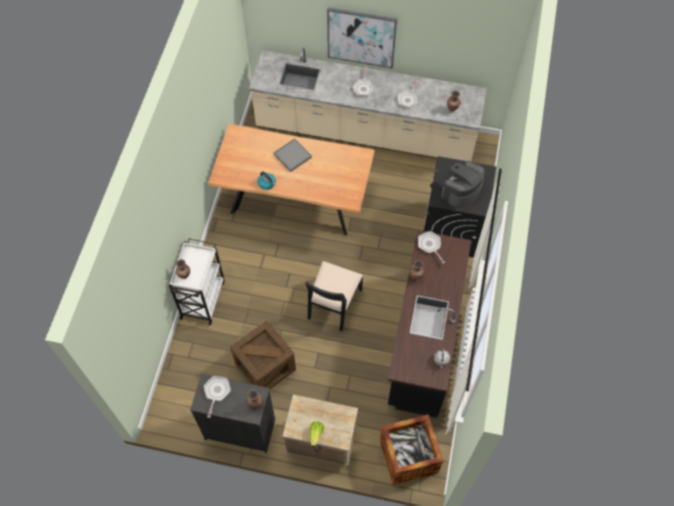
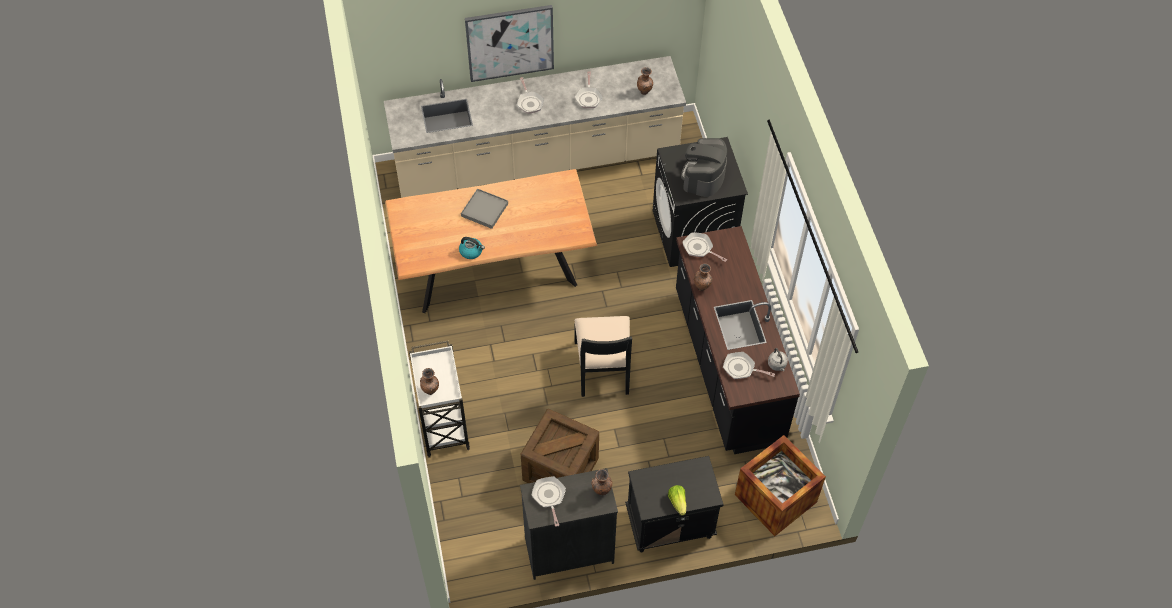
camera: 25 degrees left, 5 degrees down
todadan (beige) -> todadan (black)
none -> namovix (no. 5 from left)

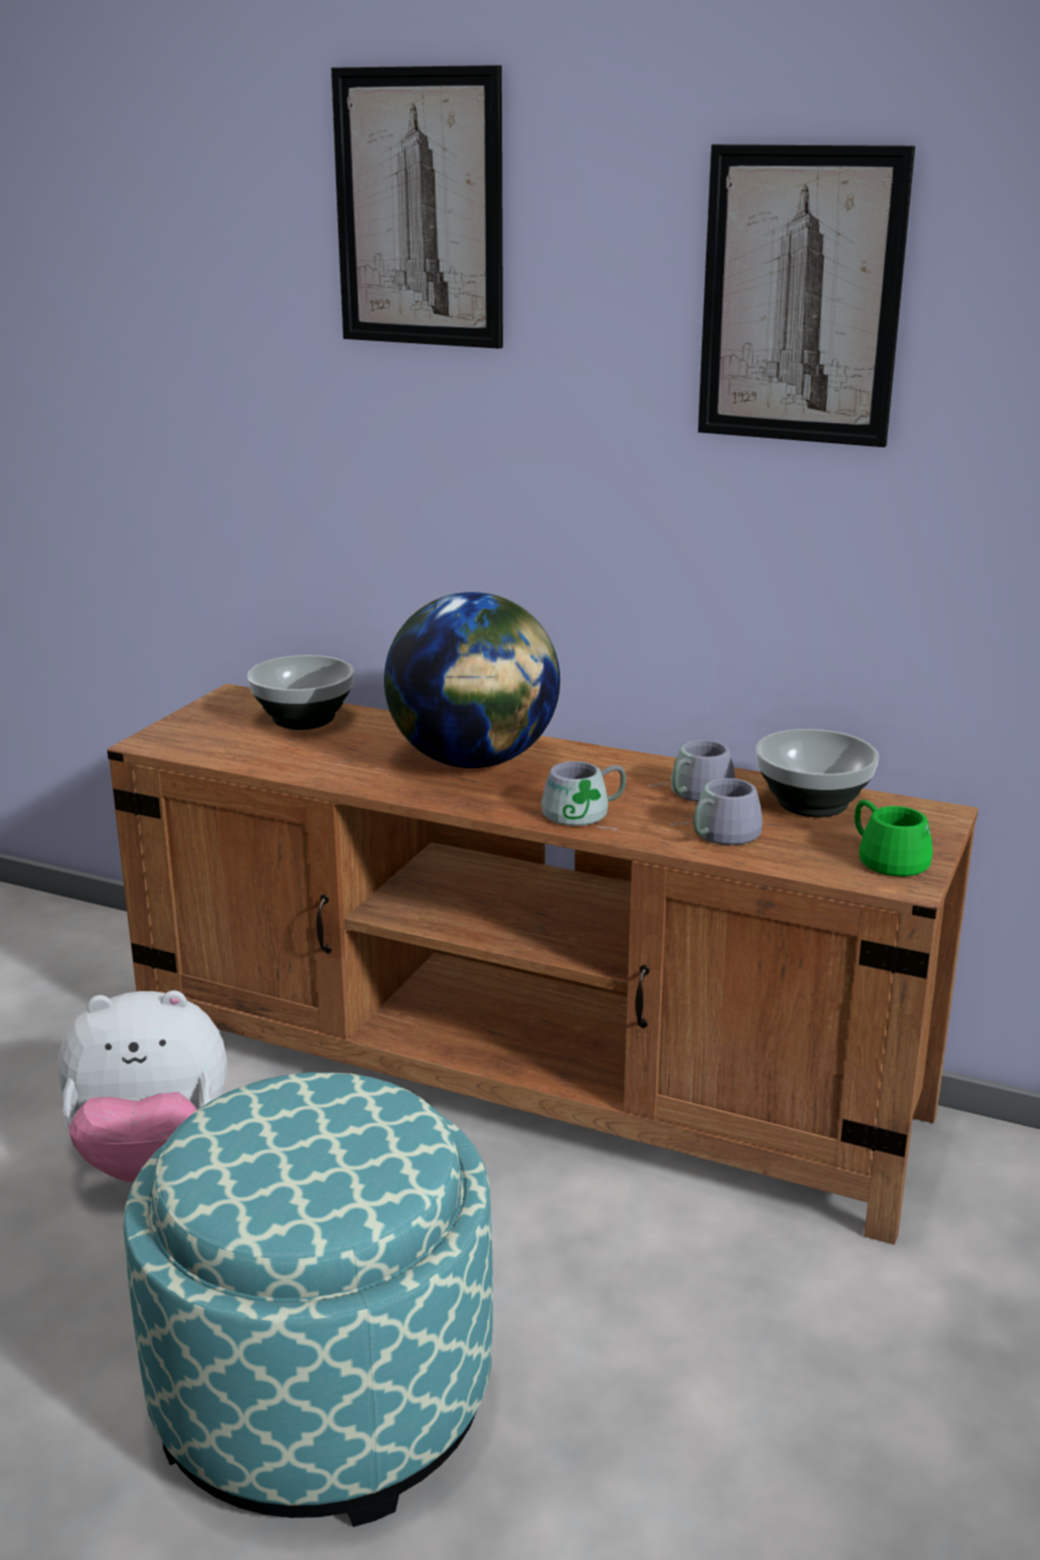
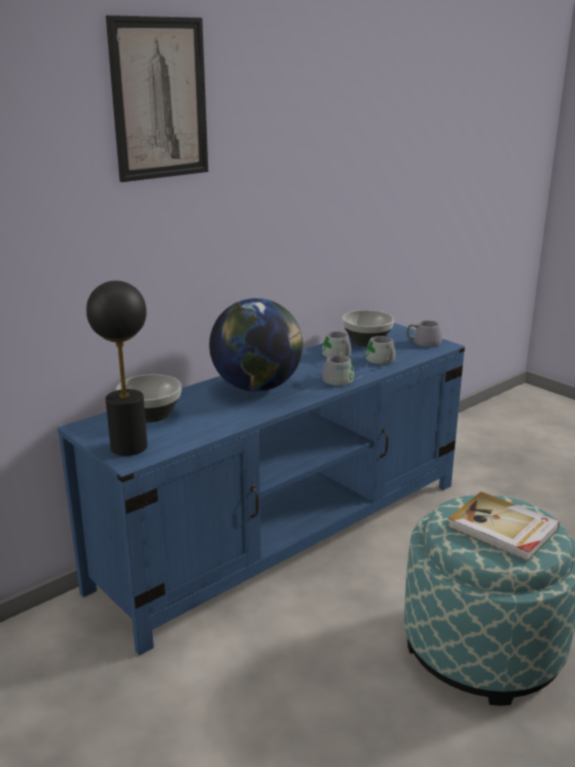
camera: 65 degrees left, 0 degrees up
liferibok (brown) -> liferibok (blue)
none -> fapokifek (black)
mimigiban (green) -> mimigiban (grey) (no. 4 from left)
none -> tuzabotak
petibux -> none
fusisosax (no. 2 from left) -> none

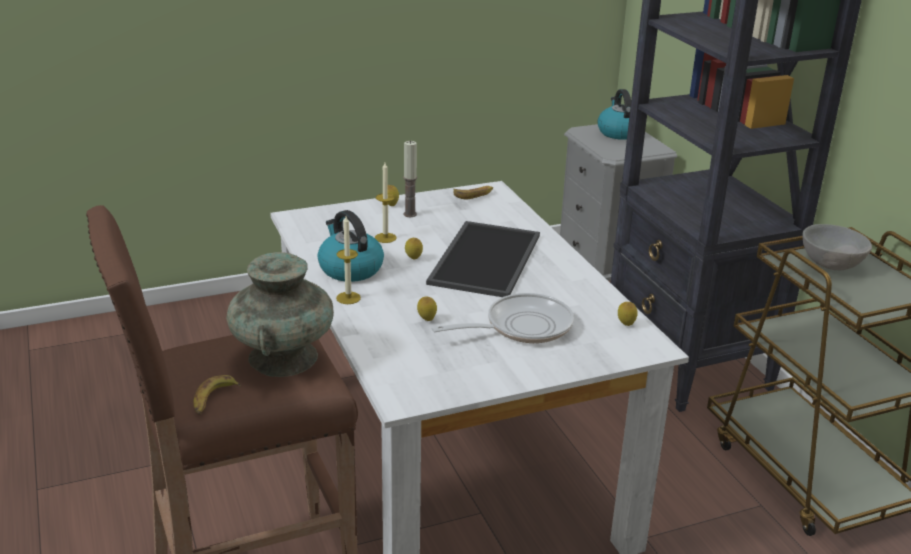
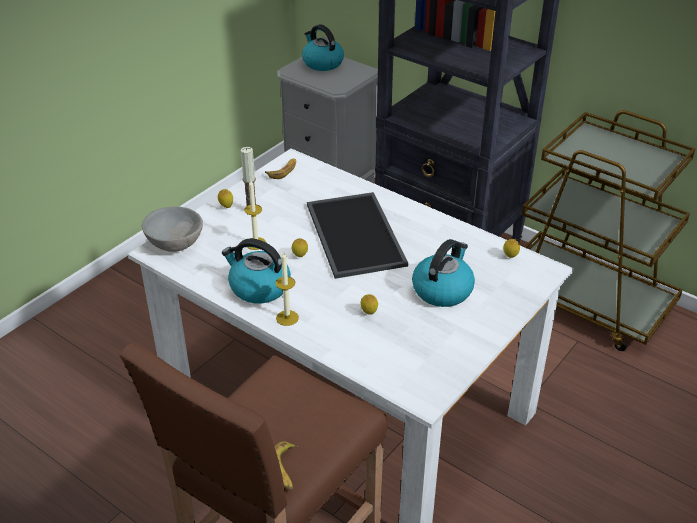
camera: 30 degrees left, 10 degrees up
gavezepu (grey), shifted
namovix -> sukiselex (no. 3 from left)
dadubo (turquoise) -> none

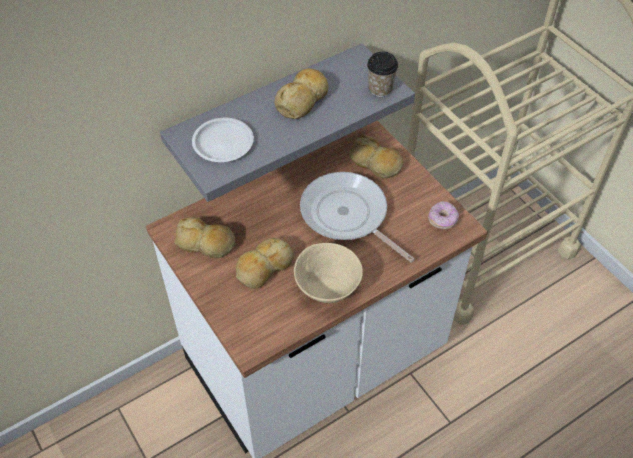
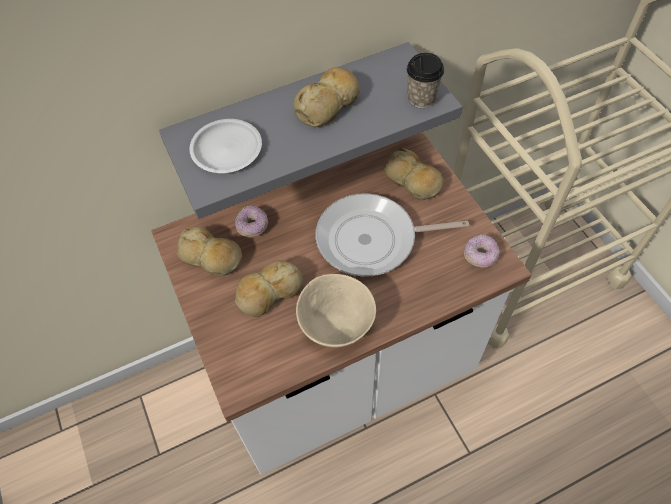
camera: 10 degrees right, 5 degrees up
none -> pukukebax (no. 1 from left)
namovix, 60 degrees counterclockwise

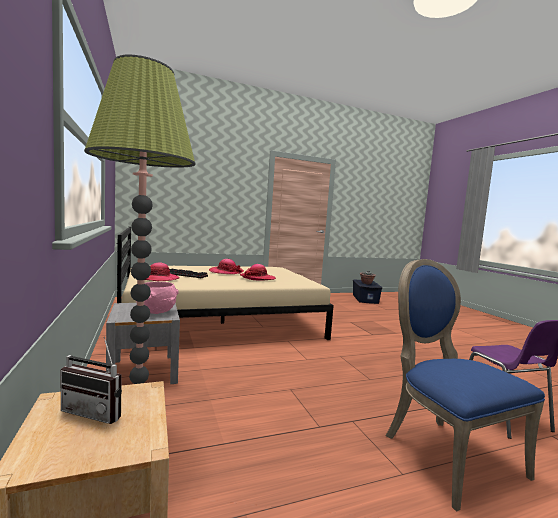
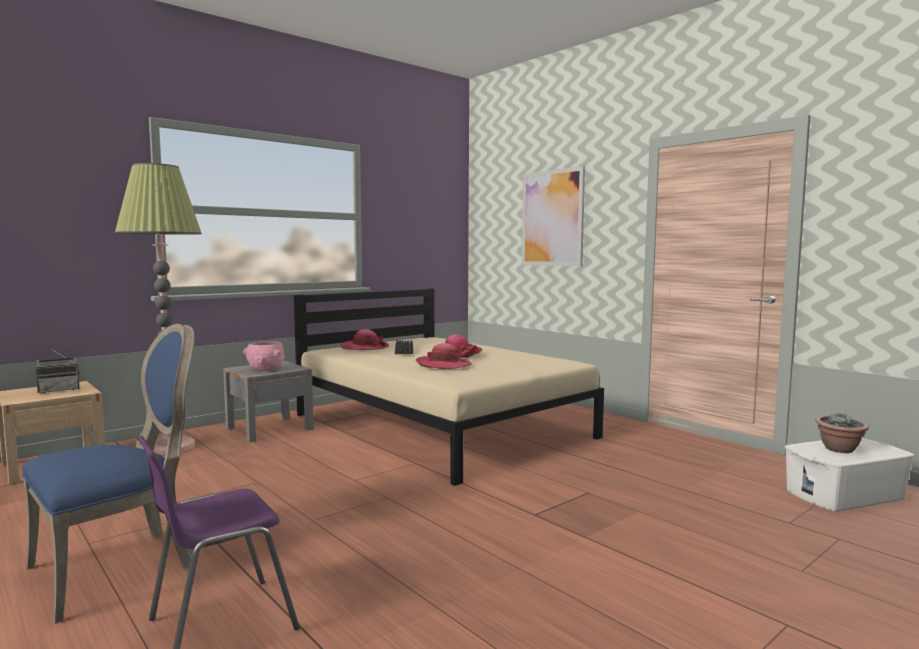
camera: 70 degrees right, 0 degrees up
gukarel, 120 degrees counterclockwise
none -> fusisosax
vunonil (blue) -> vunonil (white)

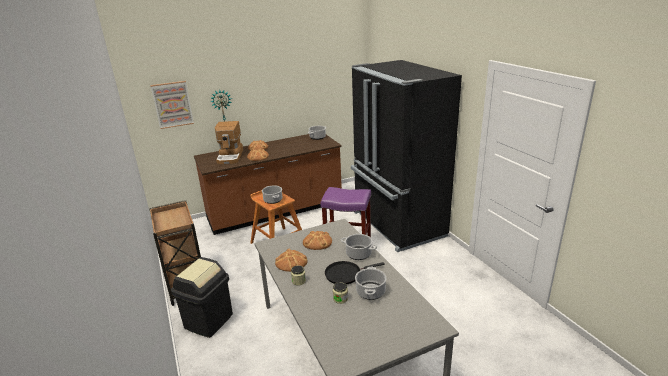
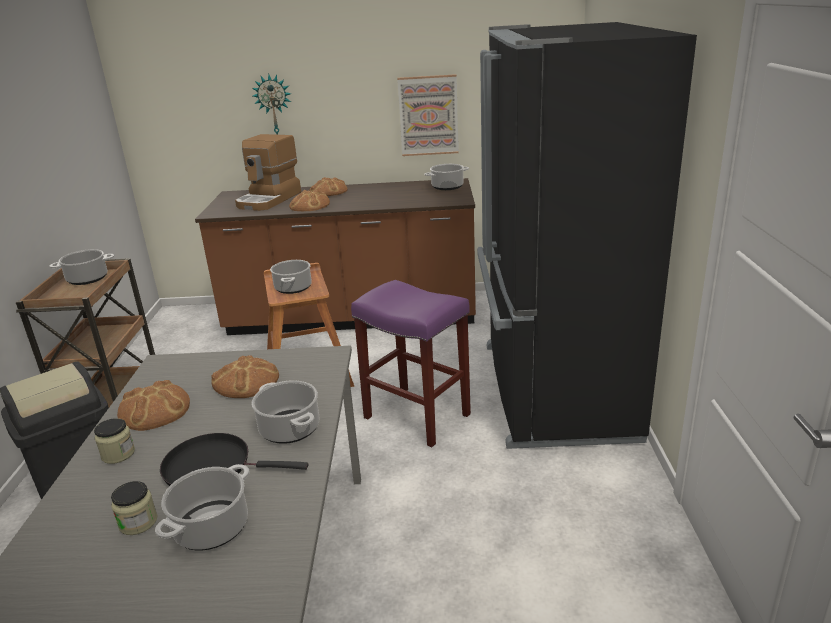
camera: 25 degrees right, 0 degrees up
none -> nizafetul (no. 1 from left)
fusisosax, shifted

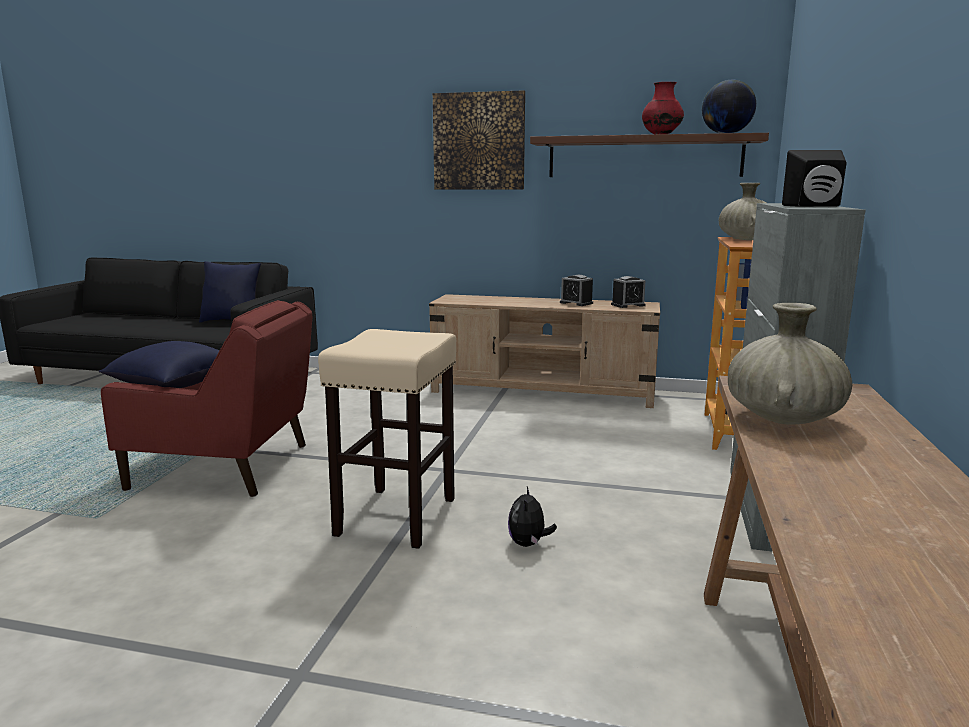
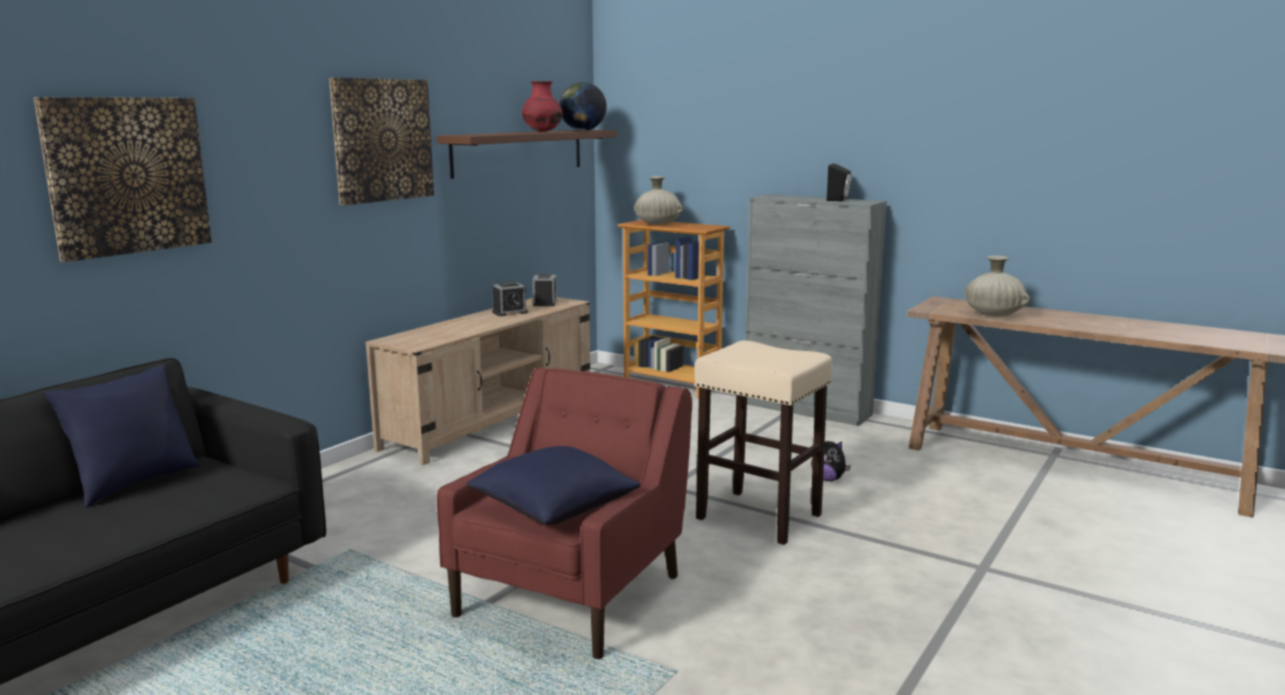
camera: 70 degrees left, 0 degrees up
none -> fusisosax (no. 1 from left)

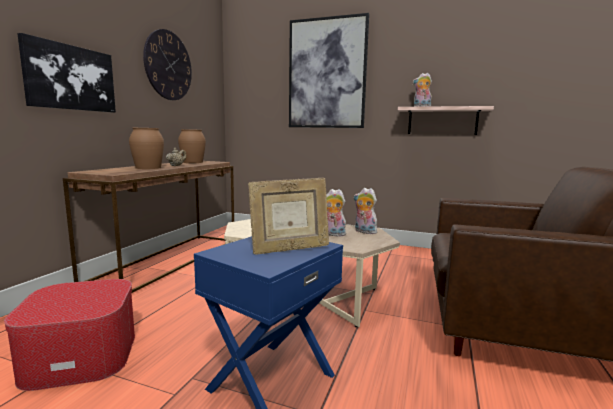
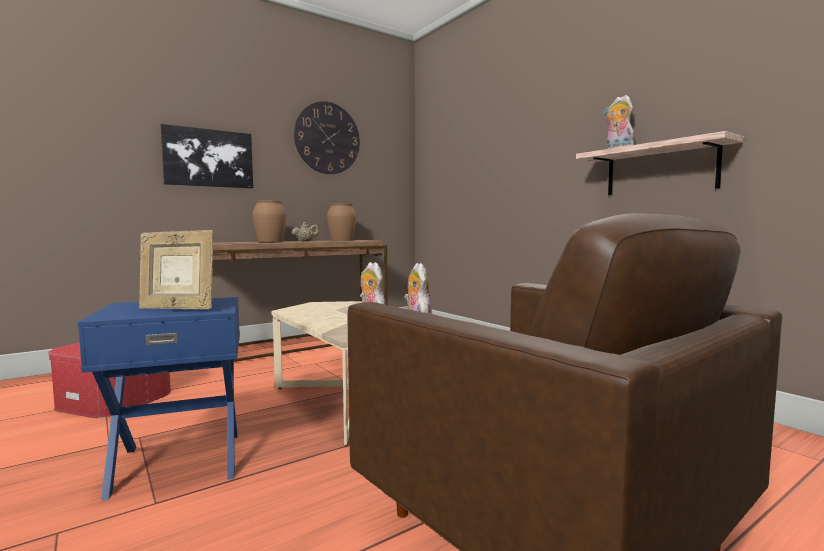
camera: 35 degrees right, 5 degrees down
fusisosax (no. 2 from left) -> none

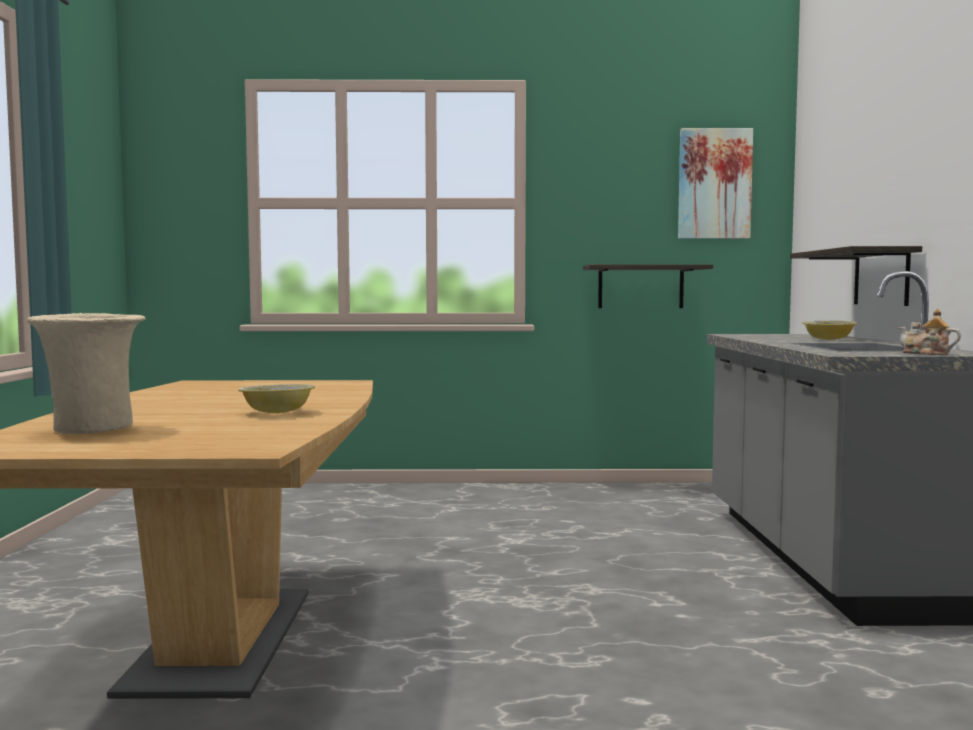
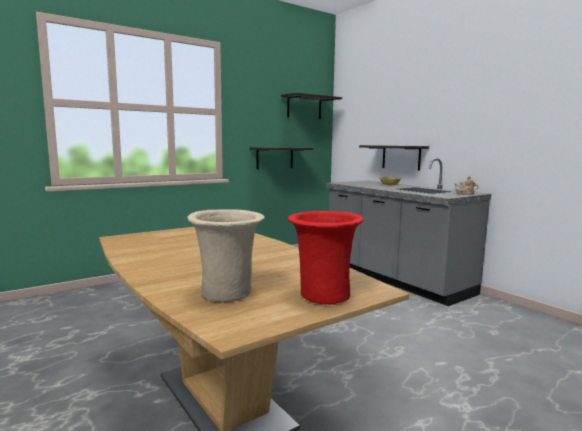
camera: 35 degrees left, 5 degrees up
fusisosax -> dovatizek (no. 2 from left)
none -> dadubo (red)
gavezepu (no. 1 from left) -> none

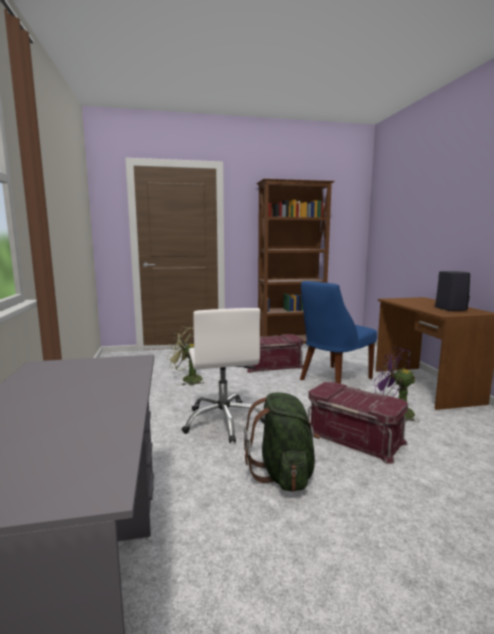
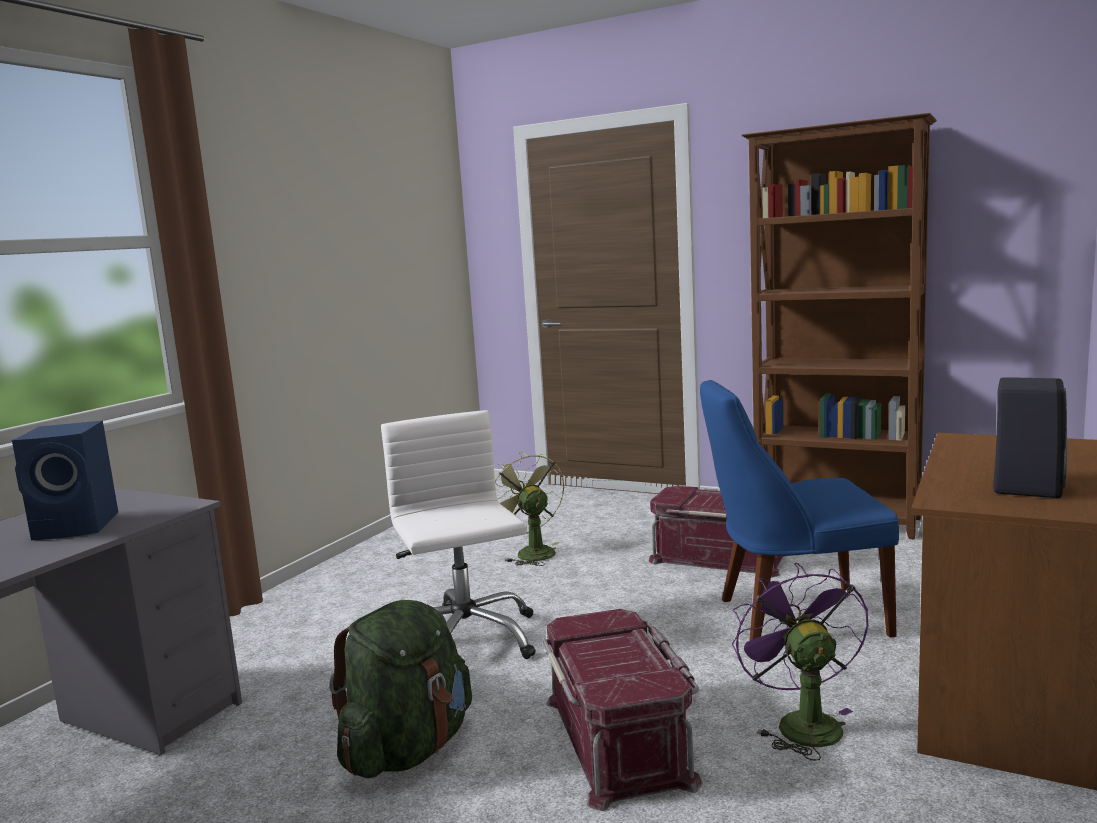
camera: 40 degrees right, 0 degrees up
none -> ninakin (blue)
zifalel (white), 135 degrees clockwise

